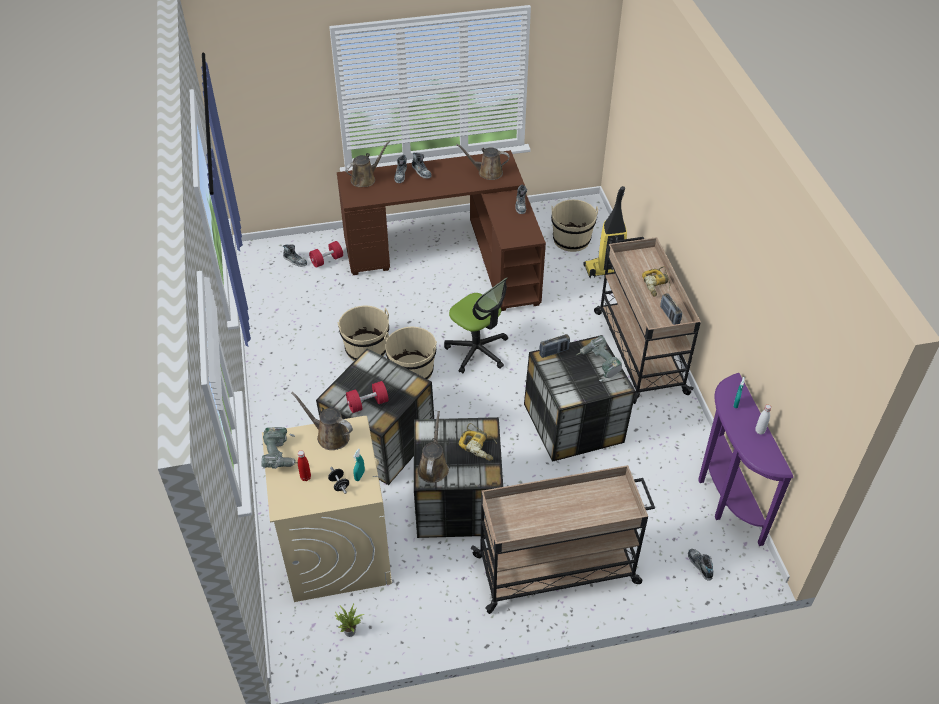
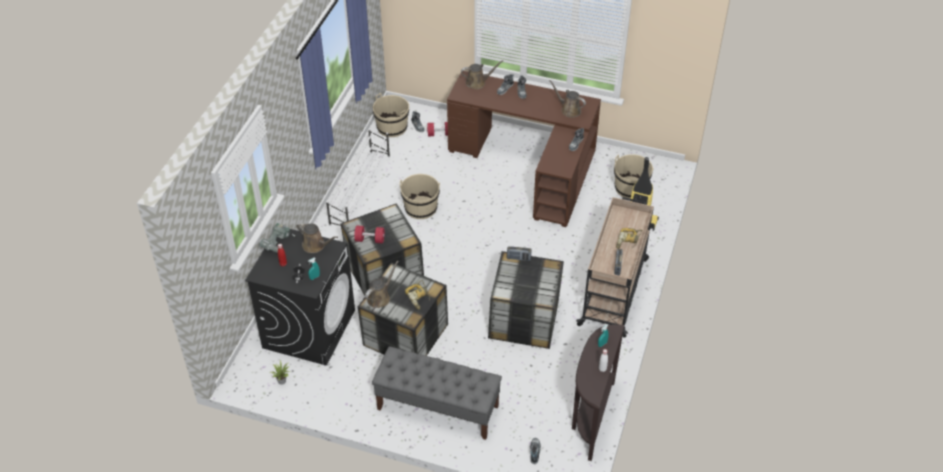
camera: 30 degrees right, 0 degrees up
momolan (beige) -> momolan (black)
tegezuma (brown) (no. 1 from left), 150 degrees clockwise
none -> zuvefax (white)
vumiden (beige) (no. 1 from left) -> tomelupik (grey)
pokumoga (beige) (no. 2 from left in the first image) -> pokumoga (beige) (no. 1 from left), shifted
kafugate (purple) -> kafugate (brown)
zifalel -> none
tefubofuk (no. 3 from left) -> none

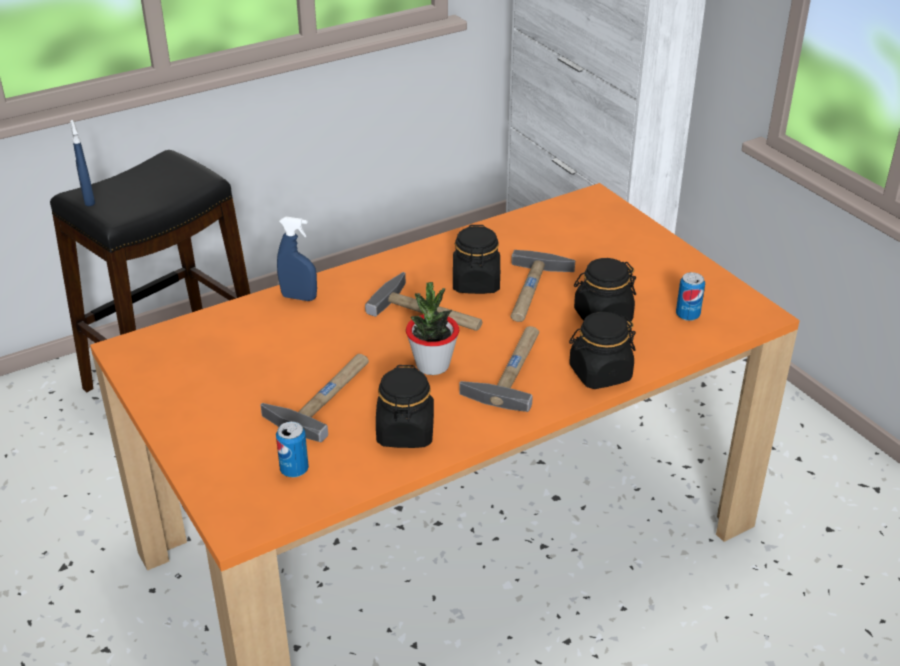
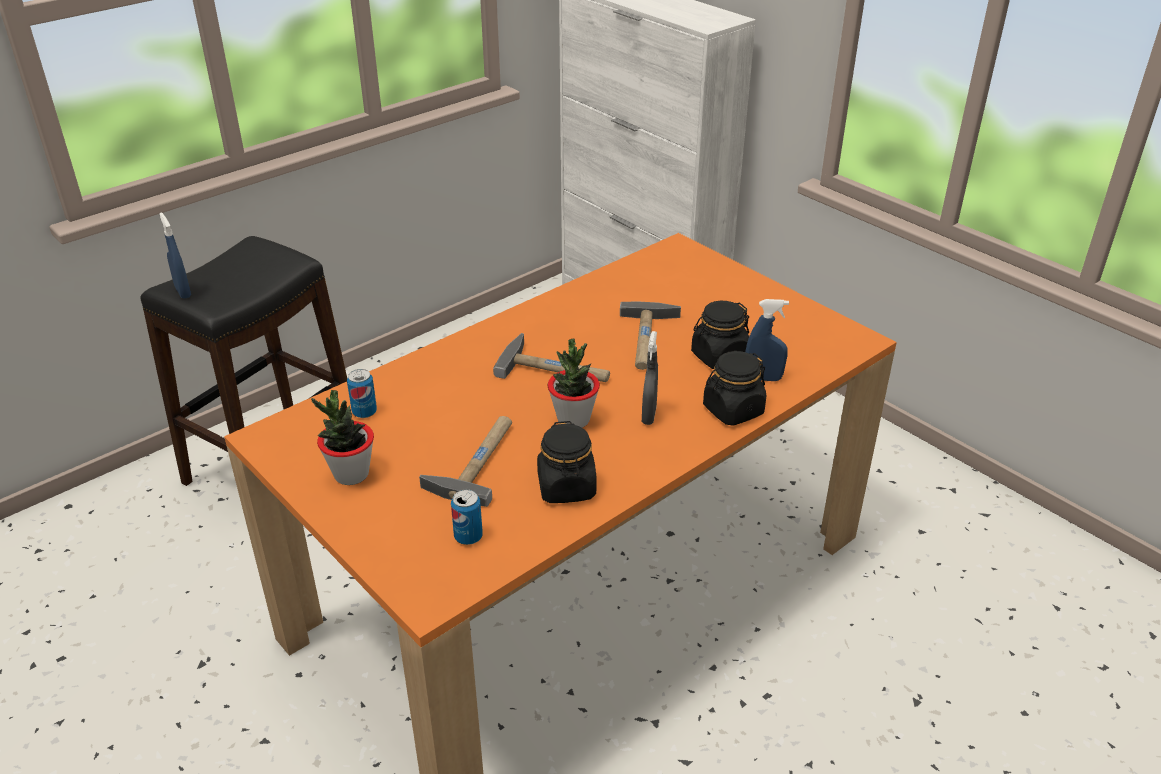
camera: 10 degrees left, 0 degrees up
none -> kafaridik (no. 1 from left)
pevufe (no. 2 from left in the first image) -> pevufe (no. 1 from left), shifted
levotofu (no. 3 from left) -> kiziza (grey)
kiziza (blue) (no. 2 from left), shifted
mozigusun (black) (no. 2 from left) -> none

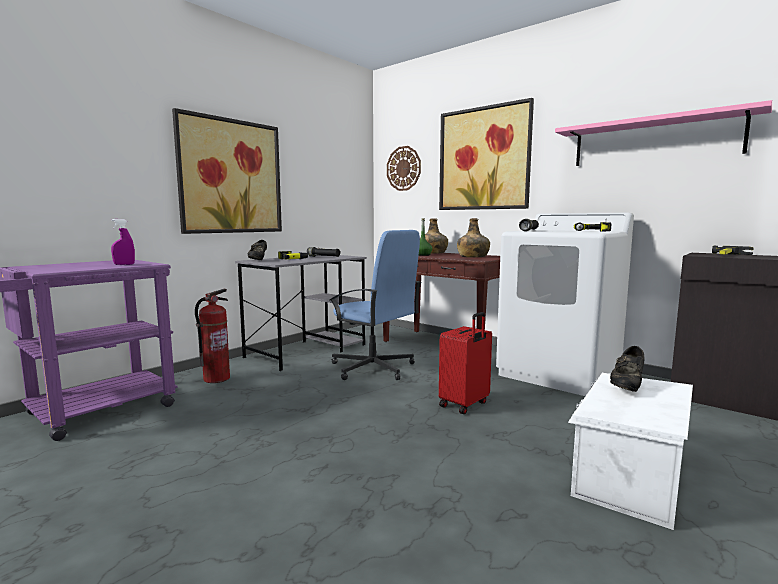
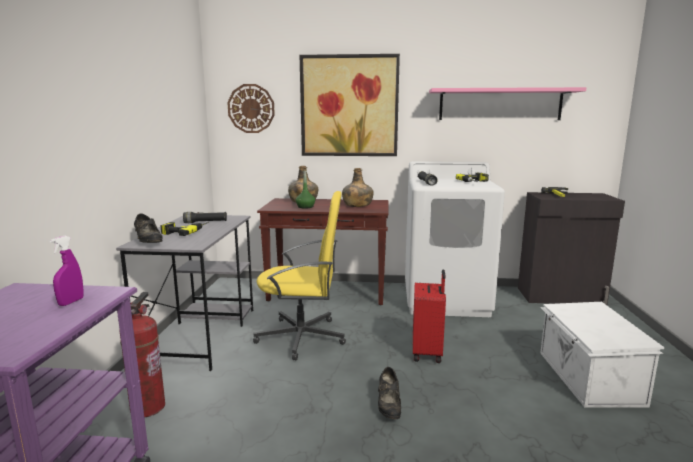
camera: 35 degrees left, 5 degrees up
zifalel (blue) -> zifalel (yellow)
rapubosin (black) (no. 2 from left), shifted
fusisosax (no. 1 from left) -> none

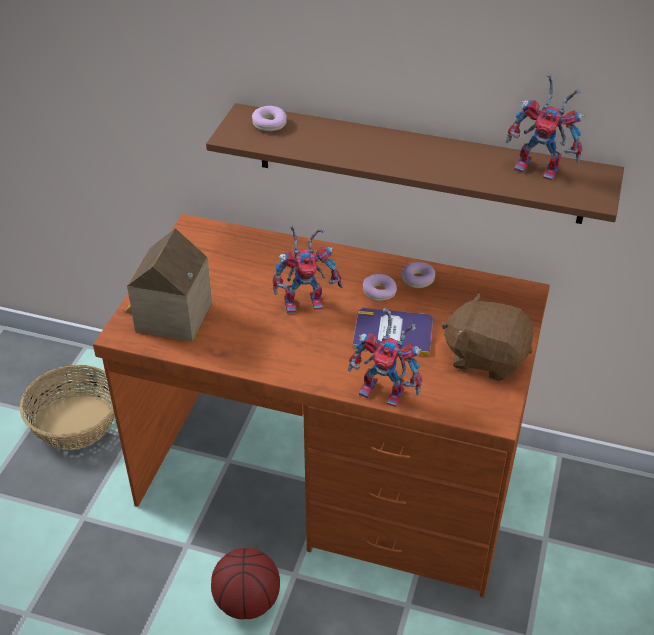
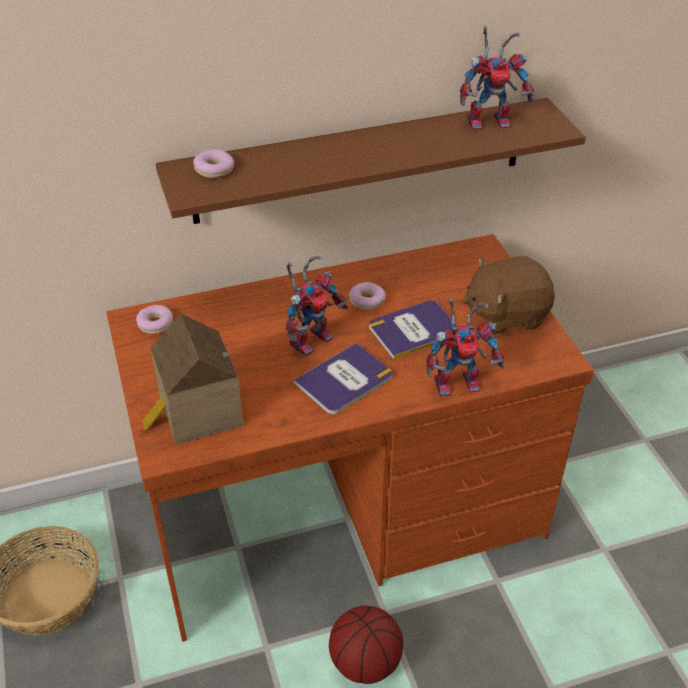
camera: 35 degrees left, 0 degrees up
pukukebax (no. 3 from left in the first image) -> pukukebax (no. 1 from left), shifted
none -> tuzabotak (no. 1 from left)

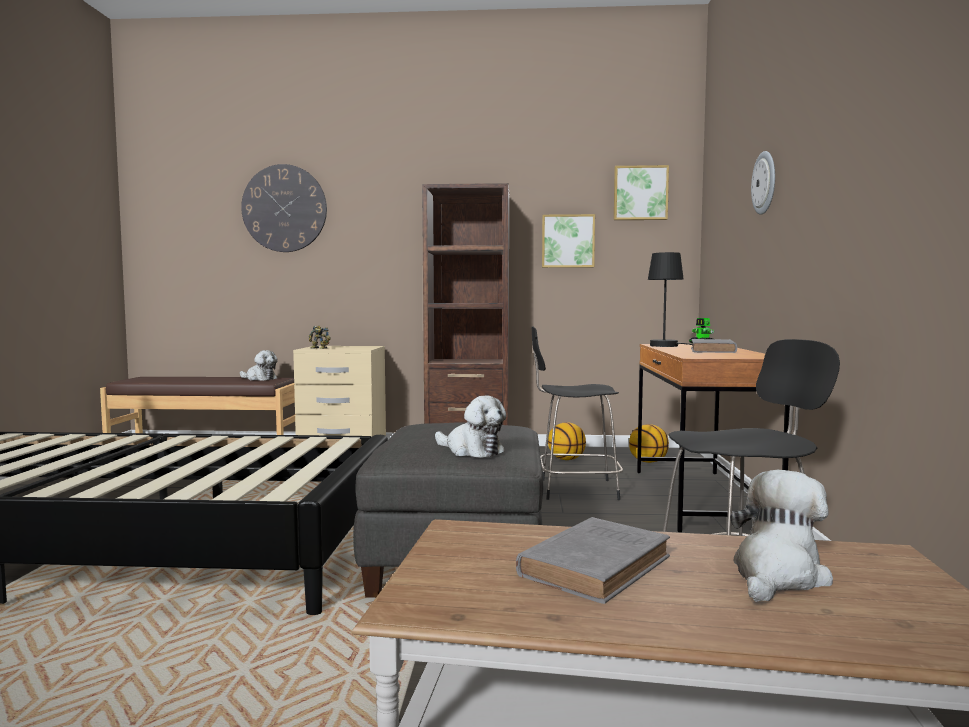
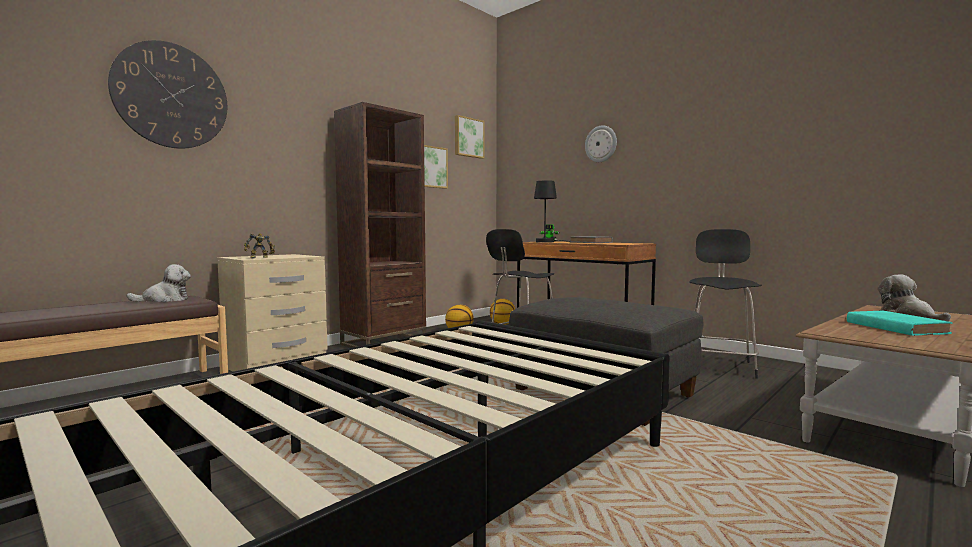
camera: 50 degrees left, 0 degrees up
tuzabotak (grey) (no. 1 from left) -> tuzabotak (turquoise)
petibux (no. 2 from left) -> none

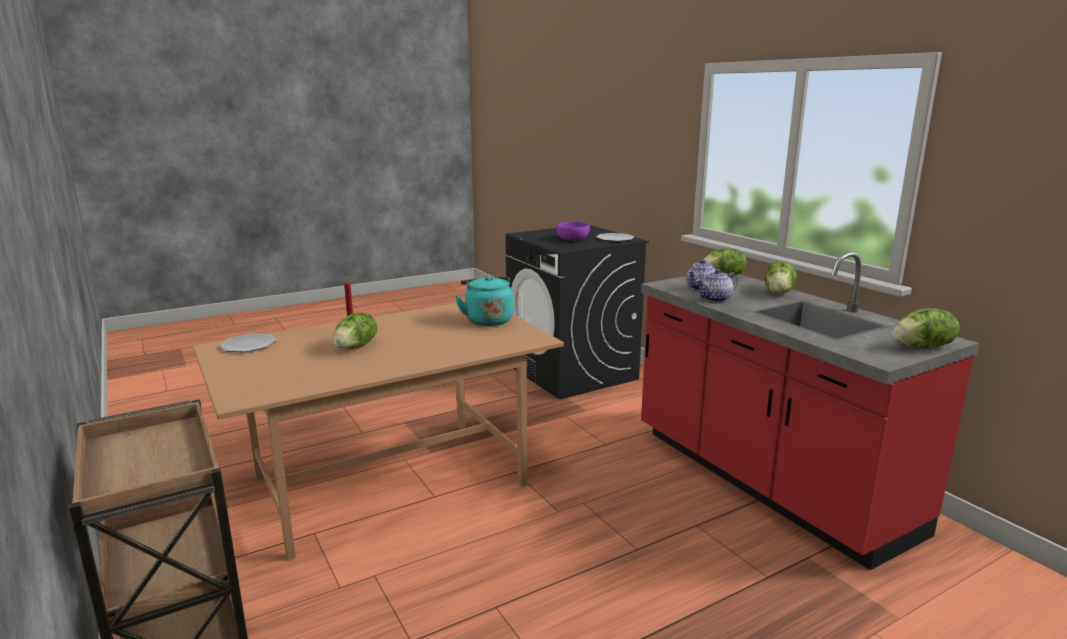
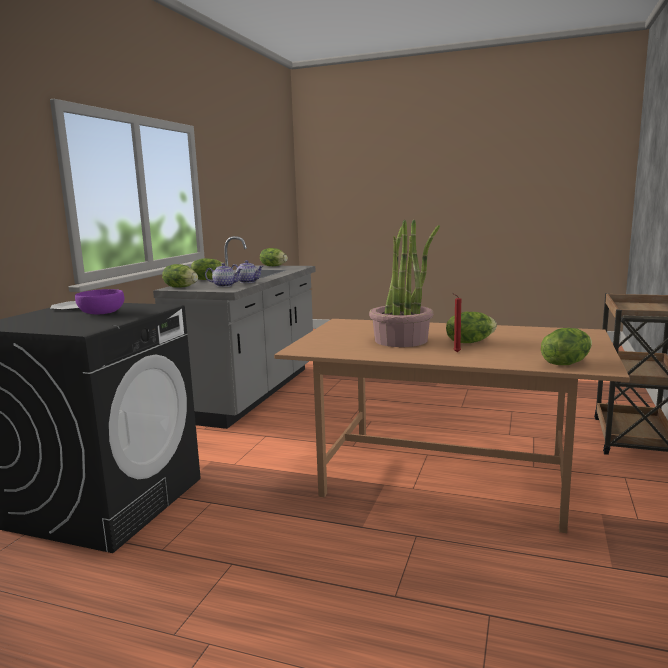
camera: 130 degrees left, 5 degrees down
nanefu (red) -> nanefu (grey)
none -> kafaridik
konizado (no. 1 from left) -> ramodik (no. 5 from left)
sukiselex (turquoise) -> none

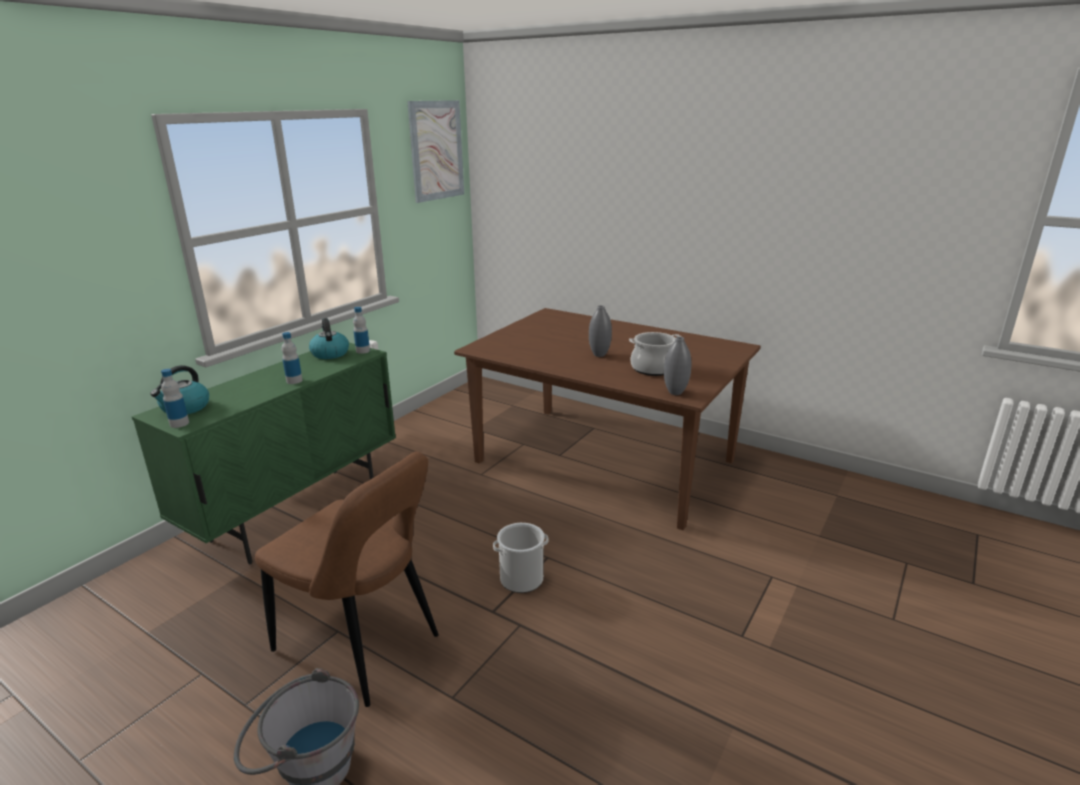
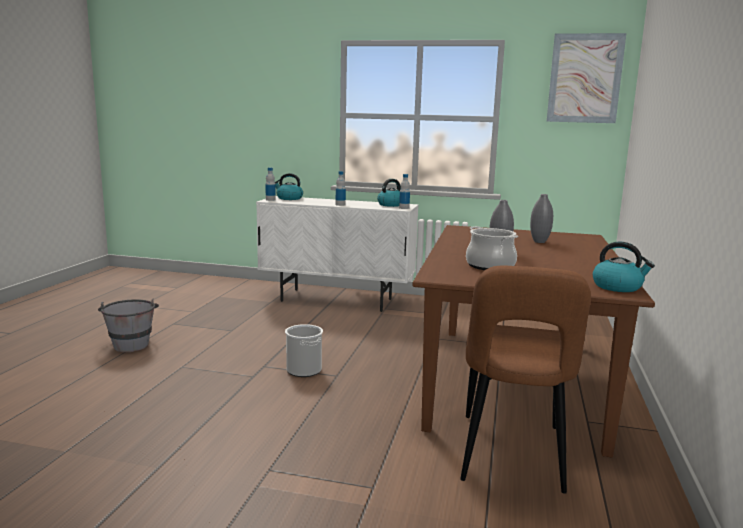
camera: 70 degrees right, 10 degrees down
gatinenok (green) -> gatinenok (white)
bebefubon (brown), shifted
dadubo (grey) (no. 2 from left), shifted
none -> sukiselex (no. 3 from left)

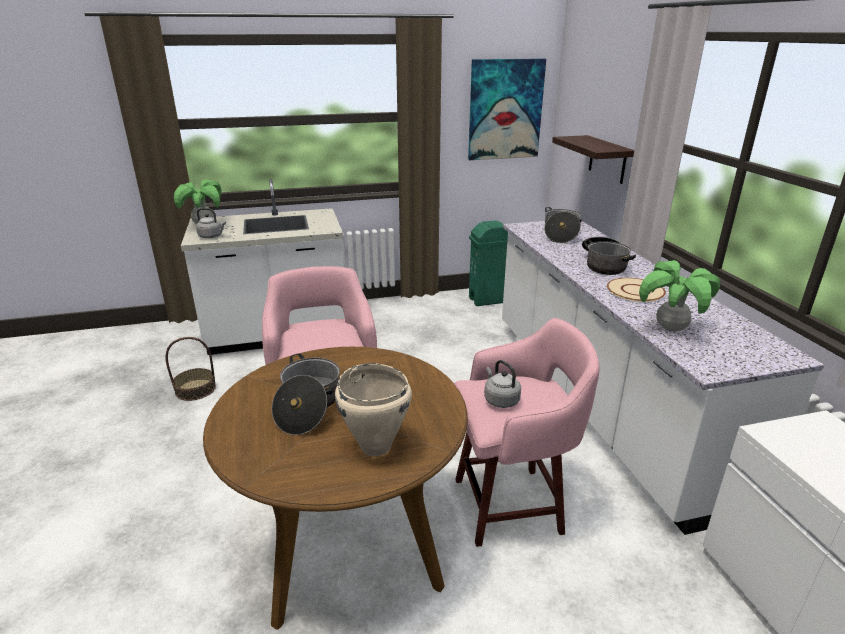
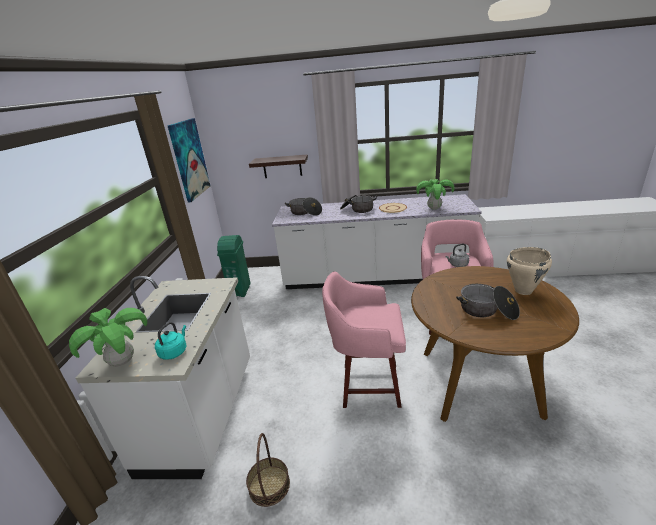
camera: 70 degrees left, 0 degrees up
sukiselex (grey) (no. 1 from left) -> sukiselex (turquoise)

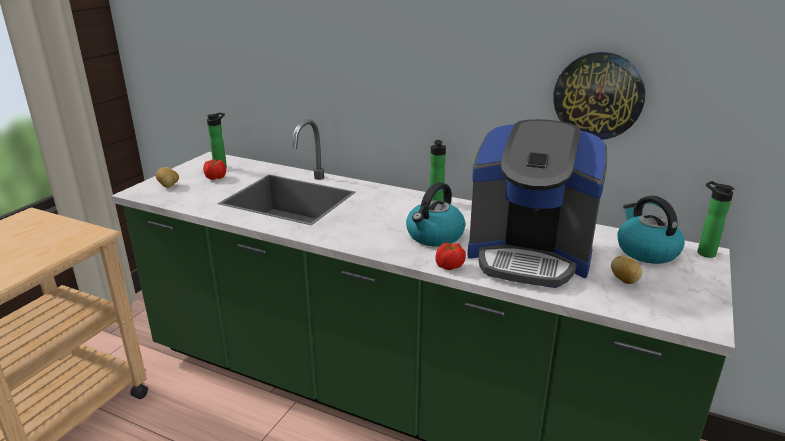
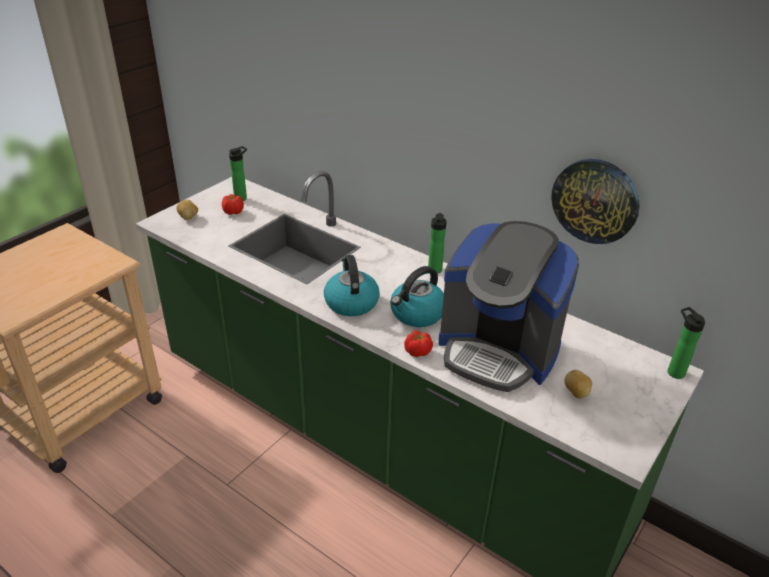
camera: 10 degrees right, 10 degrees up
sukiselex (no. 2 from left in the first image) -> sukiselex (no. 1 from left), shifted

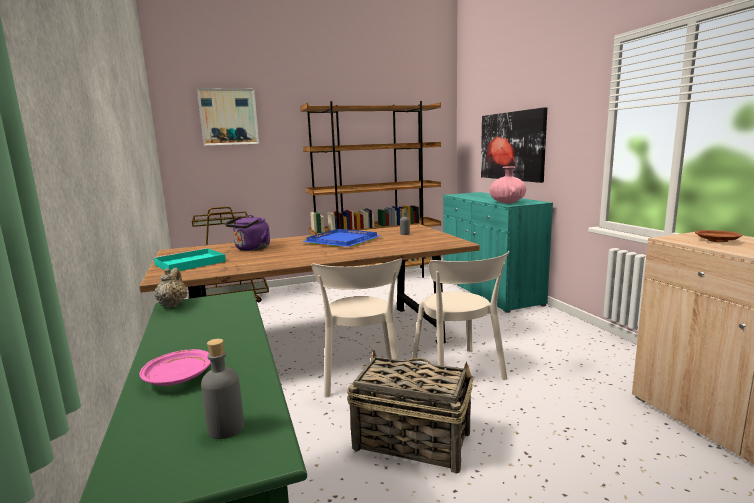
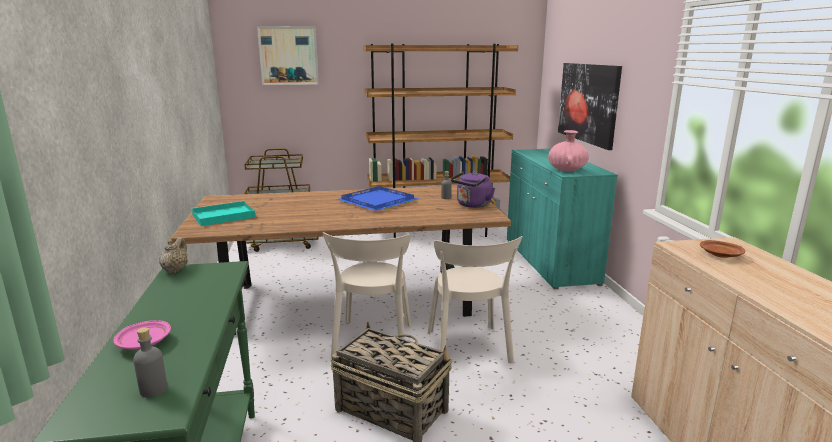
camera: 10 degrees right, 5 degrees up
sukiselex (purple), shifted

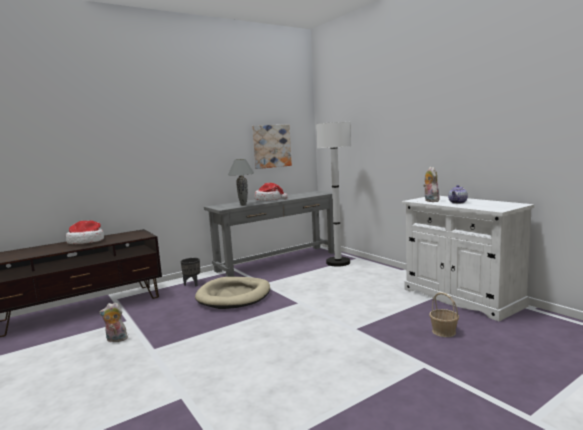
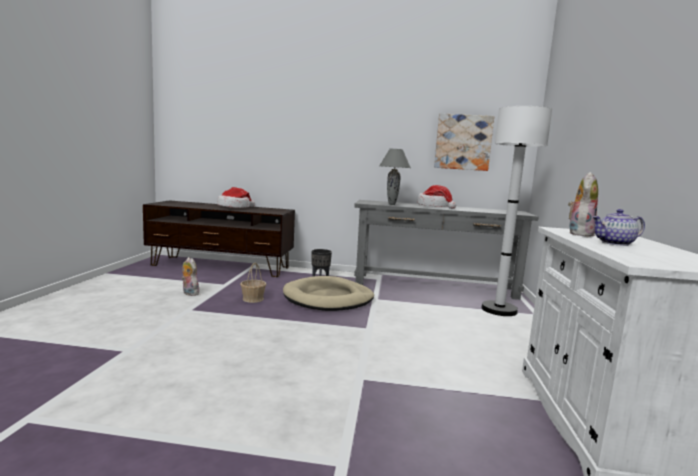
camera: 40 degrees right, 0 degrees up
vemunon, shifted

